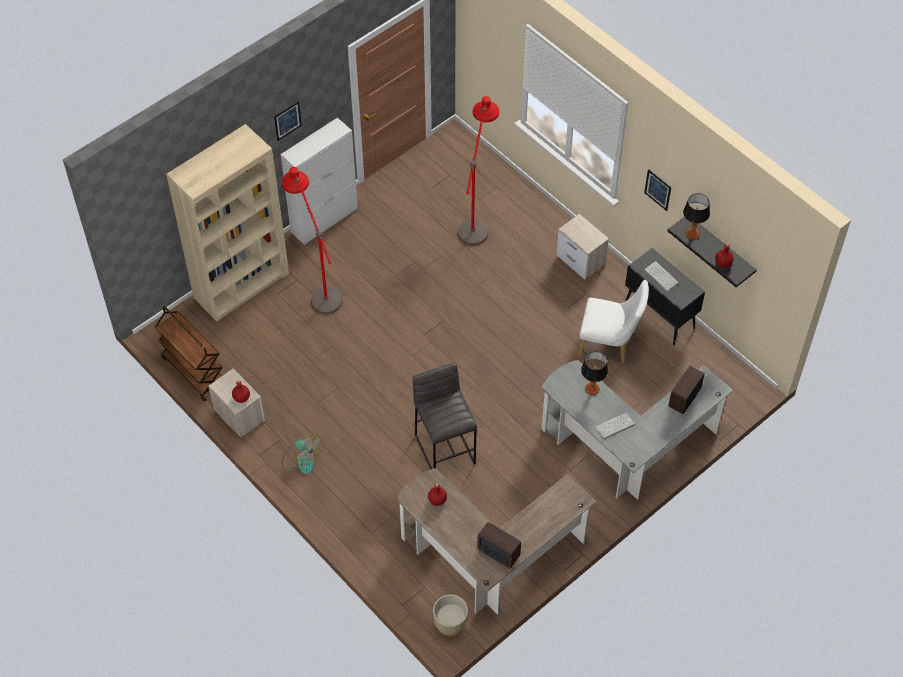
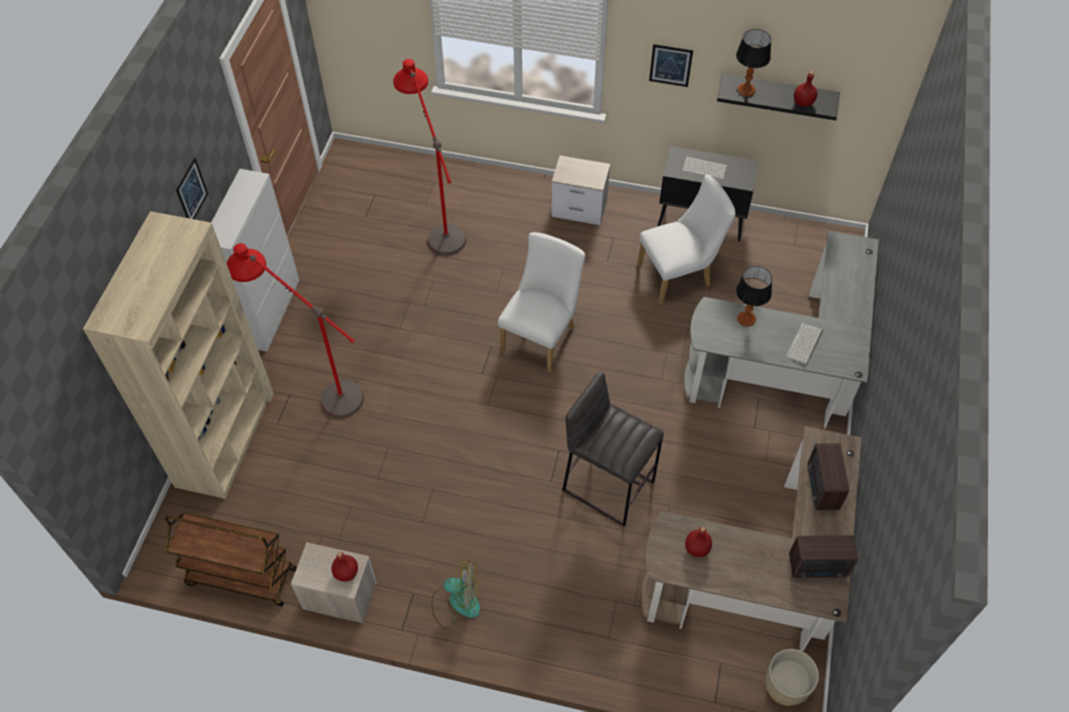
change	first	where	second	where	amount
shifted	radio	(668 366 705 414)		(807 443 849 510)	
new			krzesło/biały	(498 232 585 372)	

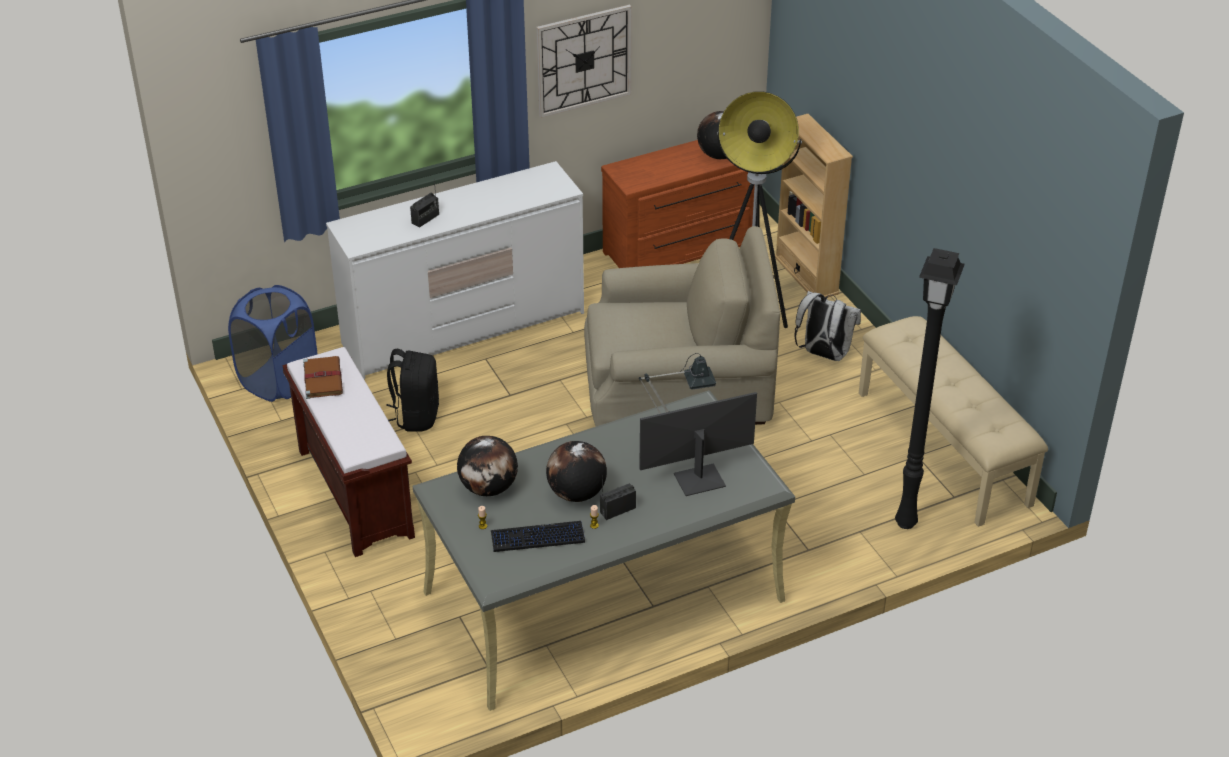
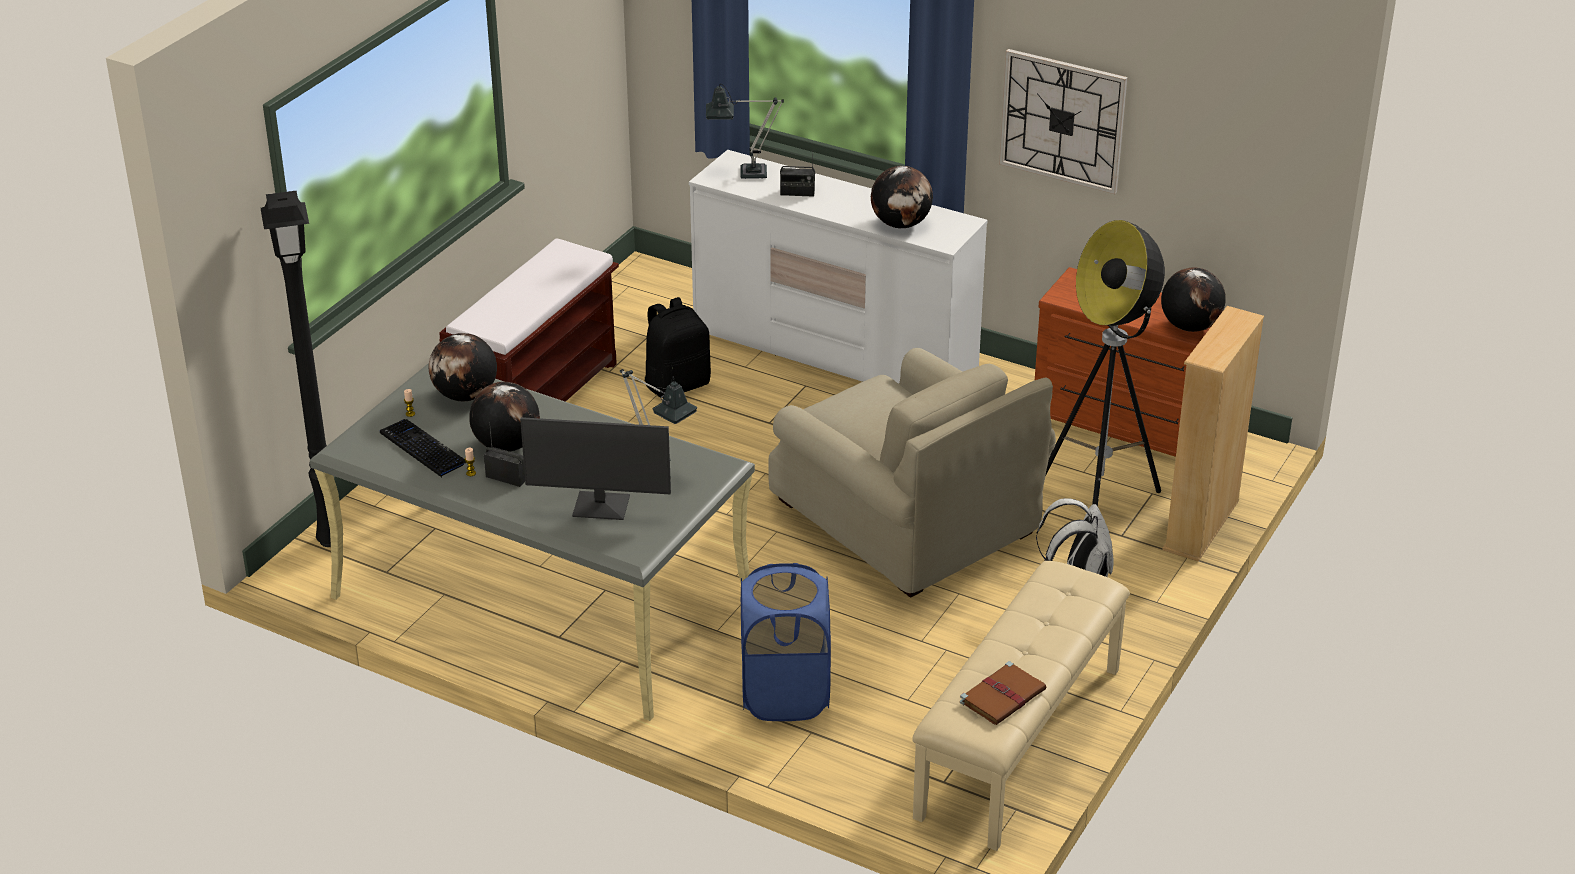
change	first	where	second	where	amount
shifted	kosz na pranie/niebieski	(228 285 317 402)		(741 563 831 721)	
shifted	książka/brązowy	(303 356 343 399)		(960 661 1047 725)	
rotated	monitor	(639 392 757 496)		(520 417 671 520)	150 degrees clockwise
shifted	lampa stojąca/czarny	(895 248 965 529)		(261 191 331 547)	
new			lampa stołowa	(706 84 784 179)	
new			globus	(871 166 933 228)	

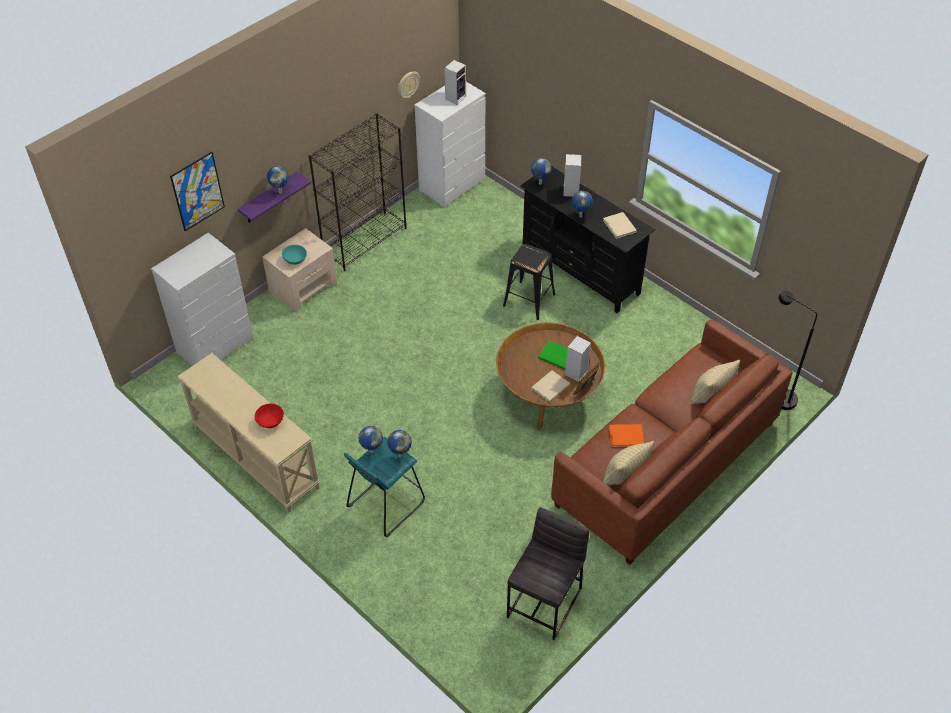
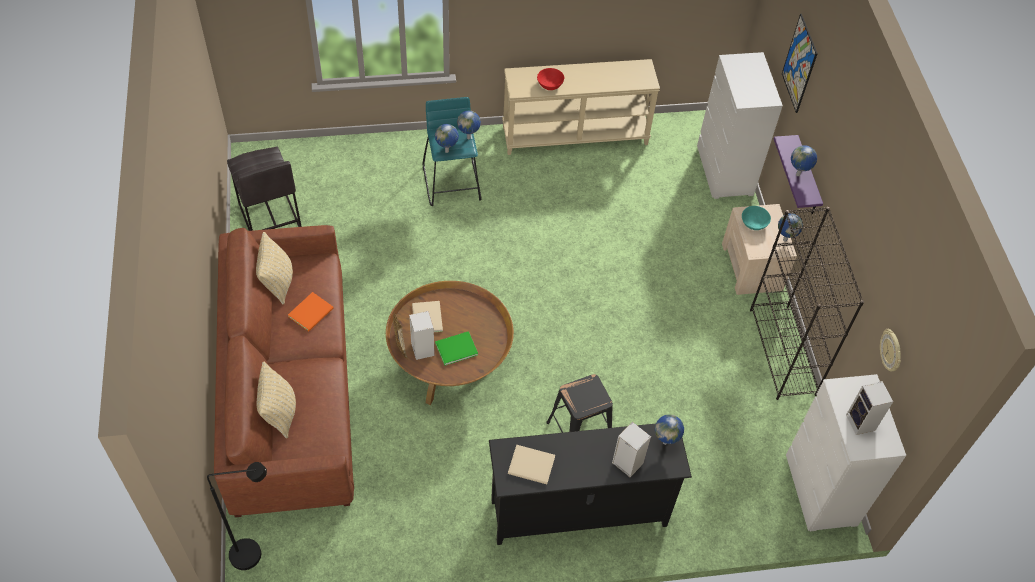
change	first	where	second	where	amount
shifted	globus	(572 191 593 218)		(778 213 803 242)	

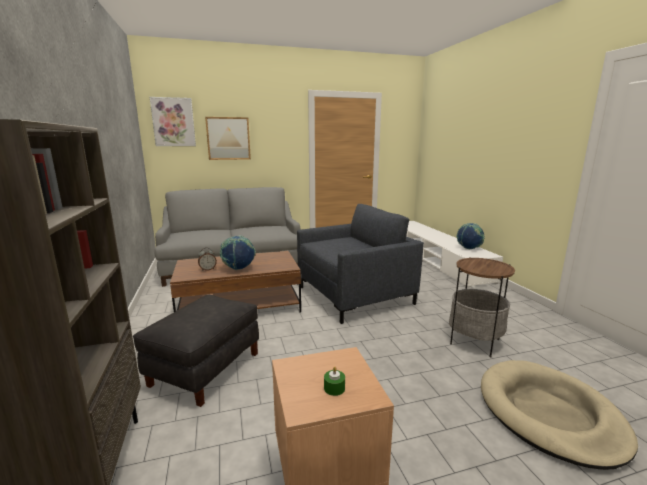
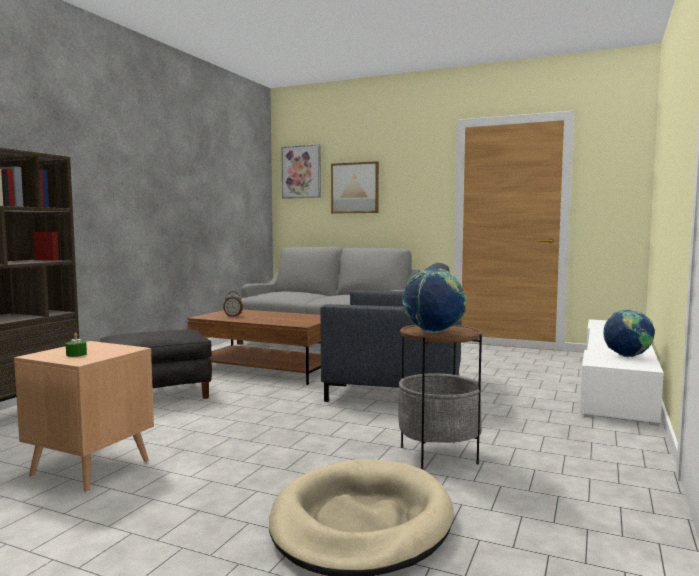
change	first	where	second	where	amount
shifted	globus	(220 235 256 270)		(402 269 467 333)	

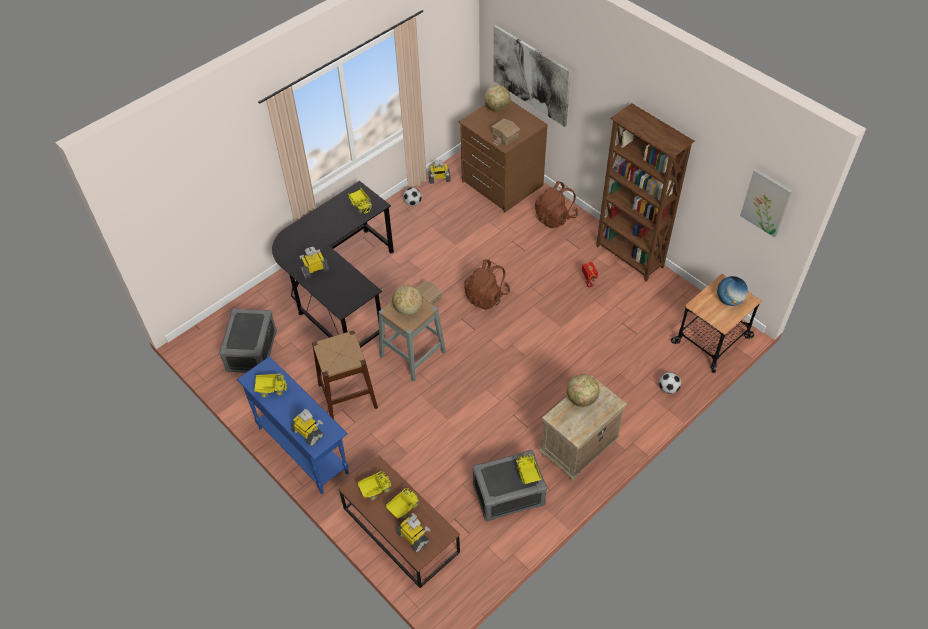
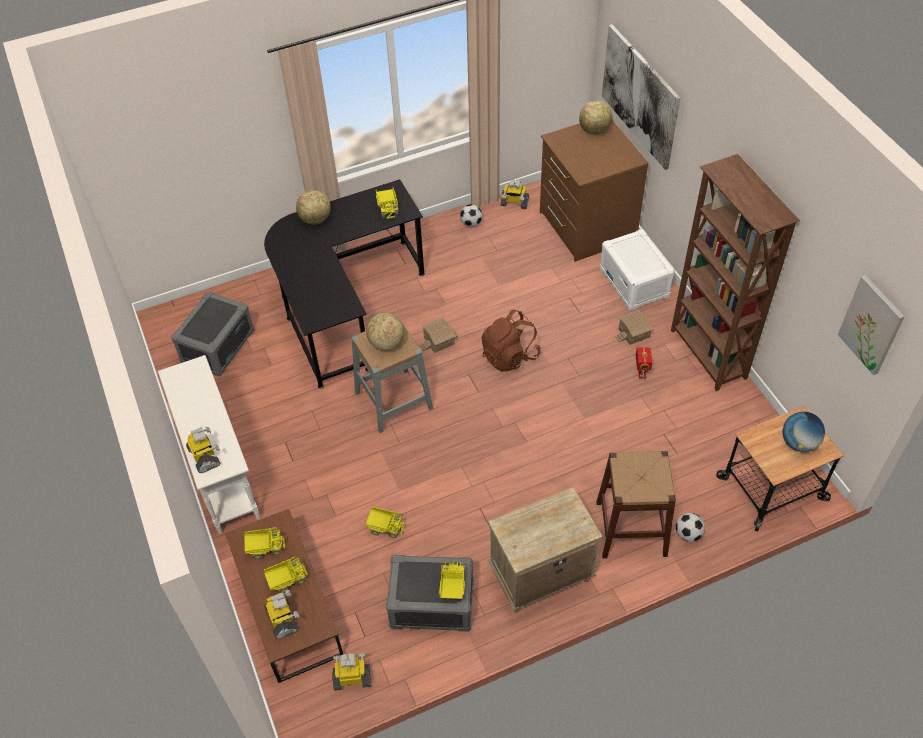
change	first	where	second	where	amount
repainted	stolik konsolowy/niebieski	(237 356 349 494)	stolik konsolowy/biały	(158 355 260 534)	
shifted	ciężarówka zabawkowa	(254 373 287 398)		(365 507 404 538)	
shifted	robot zabawkowy	(299 247 329 279)		(332 653 371 691)	
shifted	stołek/brązowy	(312 331 378 419)		(596 451 676 559)	
shifted	domek	(492 118 520 146)		(615 309 653 345)	
swapped	plecak/brązowy	(535 181 578 228)	pojemnik do przechowywania/biały	(600 229 675 310)	
shifted	globus	(567 374 599 407)		(296 190 331 225)	

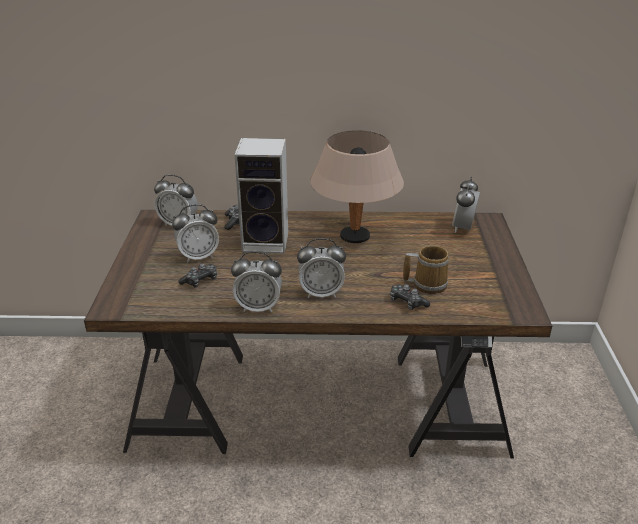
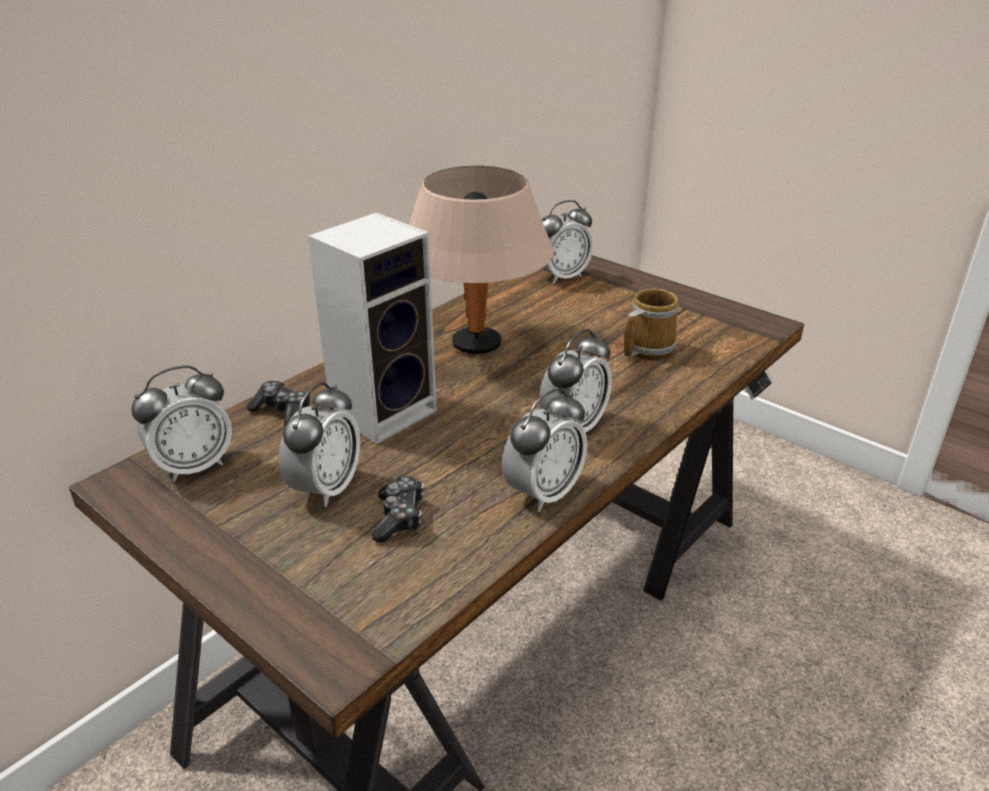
change	first	where	second	where	amount
gone	pad do gier	(390 284 430 310)			
rotated	budzik	(452 177 480 233)		(541 200 594 284)	90 degrees counterclockwise

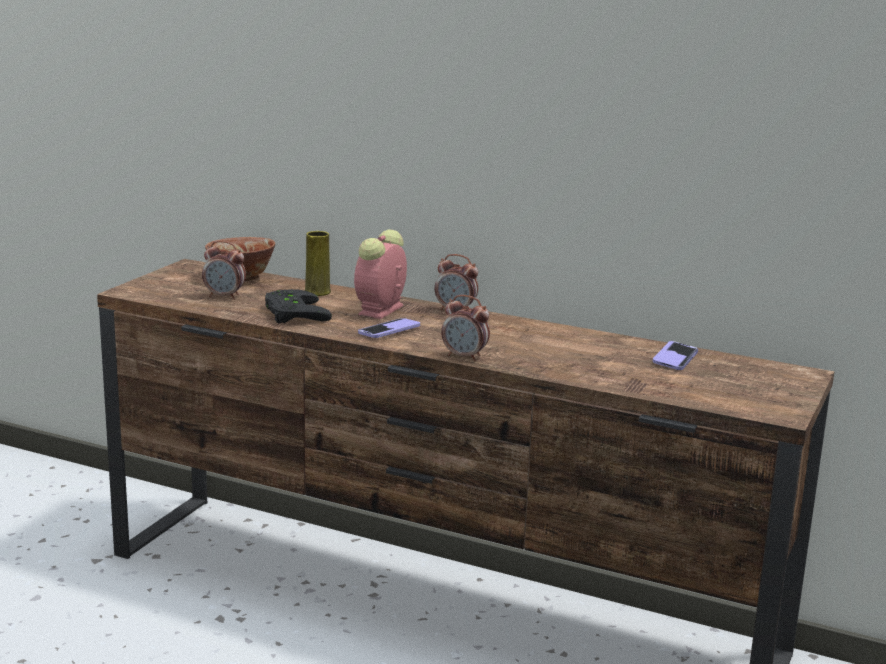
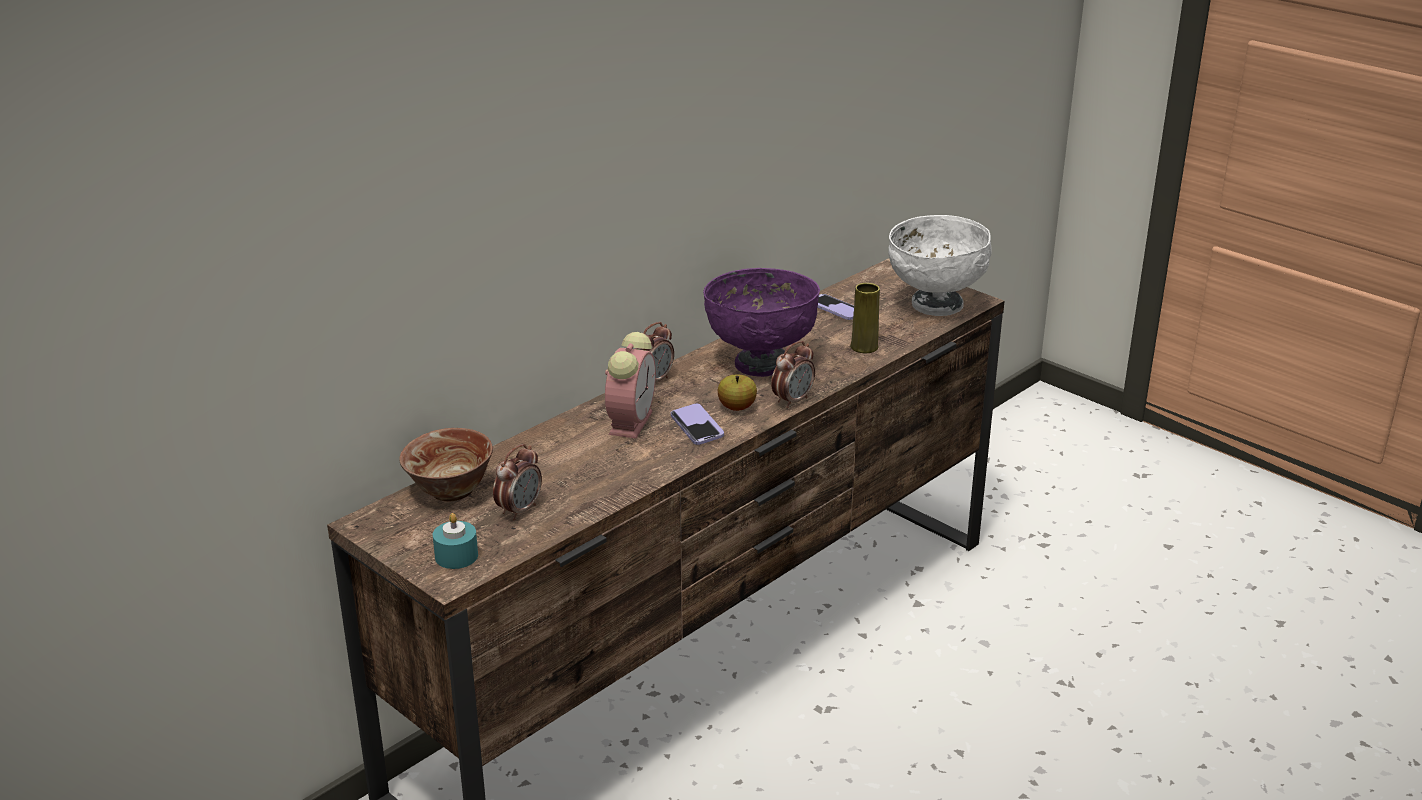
change	first	where	second	where	amount
gone	pad do gier/czarny	(265 289 332 324)			
shifted	wazon/żółty	(305 231 331 296)		(850 283 880 353)	
rotated	budzik	(354 230 407 319)		(605 332 656 438)	120 degrees counterclockwise
new			świeca/turkusowy	(433 513 478 569)	
new			miska/fioletowy	(703 268 820 377)	
new			jabłko	(718 375 757 411)	
new			miska/biały	(888 215 992 316)	

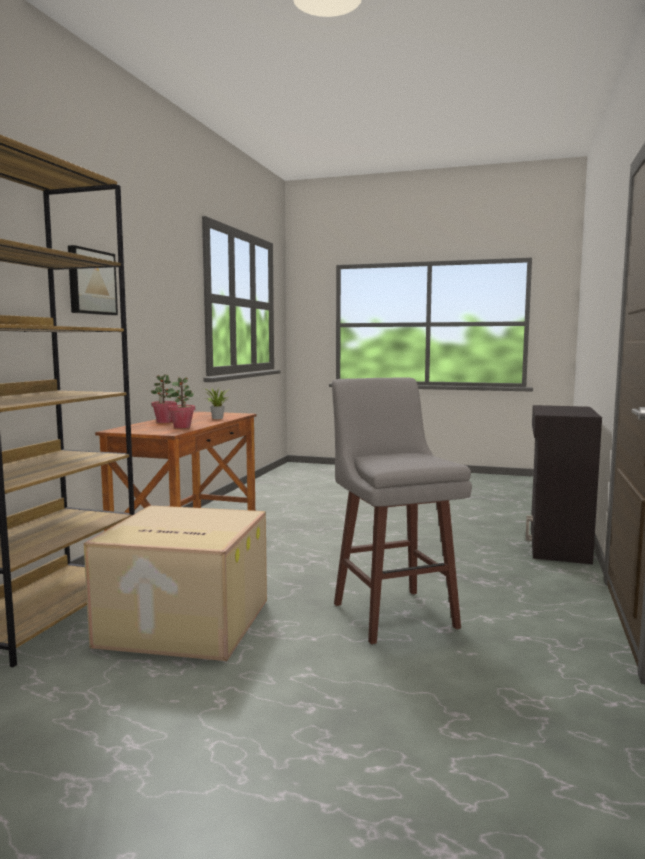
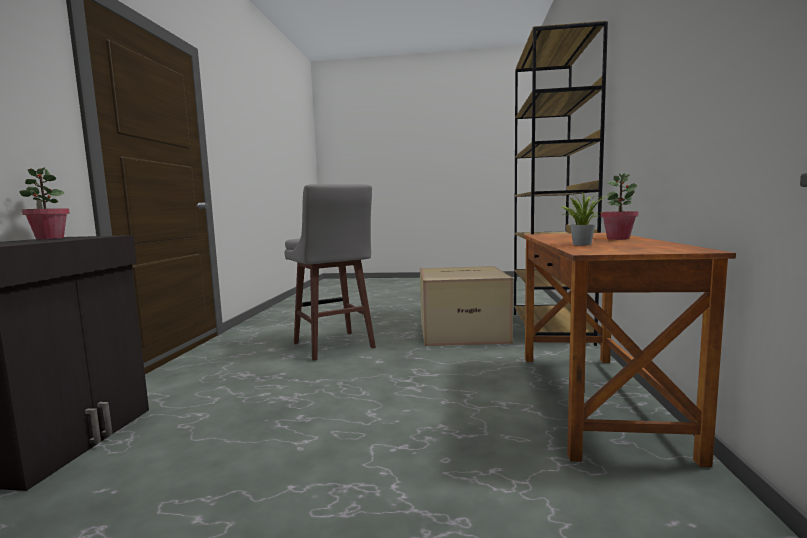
change	first	where	second	where	amount
gone	obraz	(68 245 118 315)			
shifted	roślina doniczkowa	(168 377 195 428)		(19 168 70 239)	

